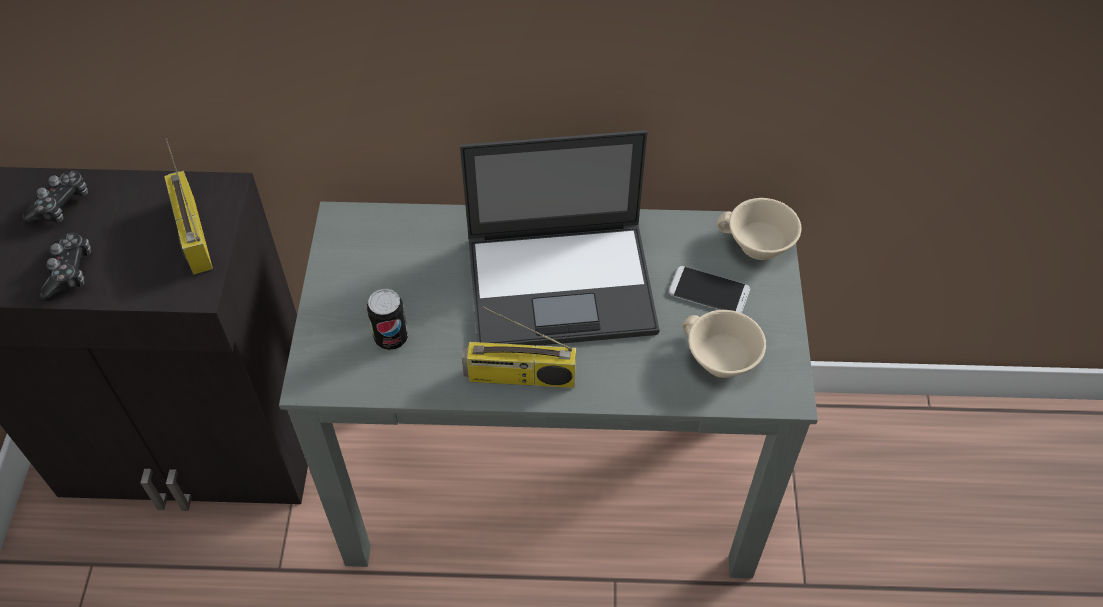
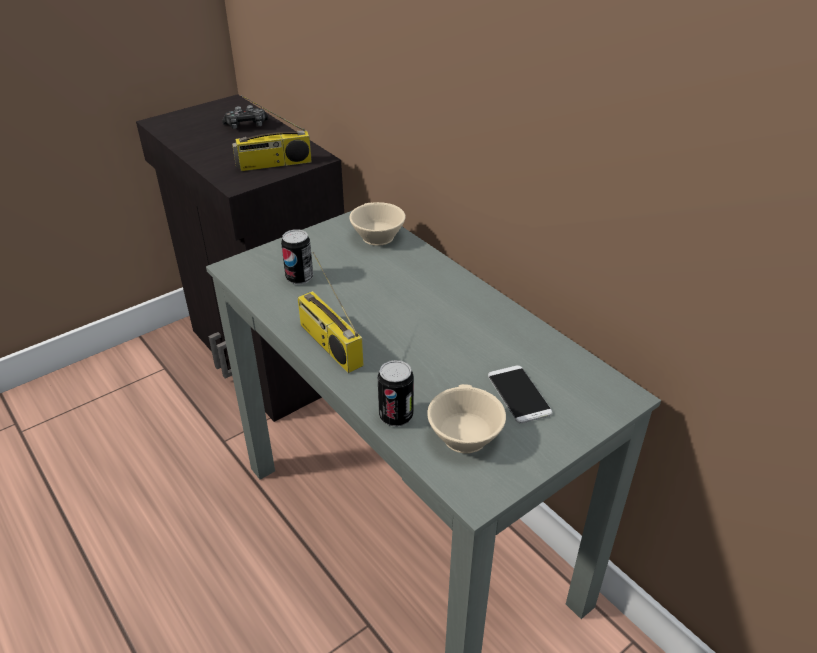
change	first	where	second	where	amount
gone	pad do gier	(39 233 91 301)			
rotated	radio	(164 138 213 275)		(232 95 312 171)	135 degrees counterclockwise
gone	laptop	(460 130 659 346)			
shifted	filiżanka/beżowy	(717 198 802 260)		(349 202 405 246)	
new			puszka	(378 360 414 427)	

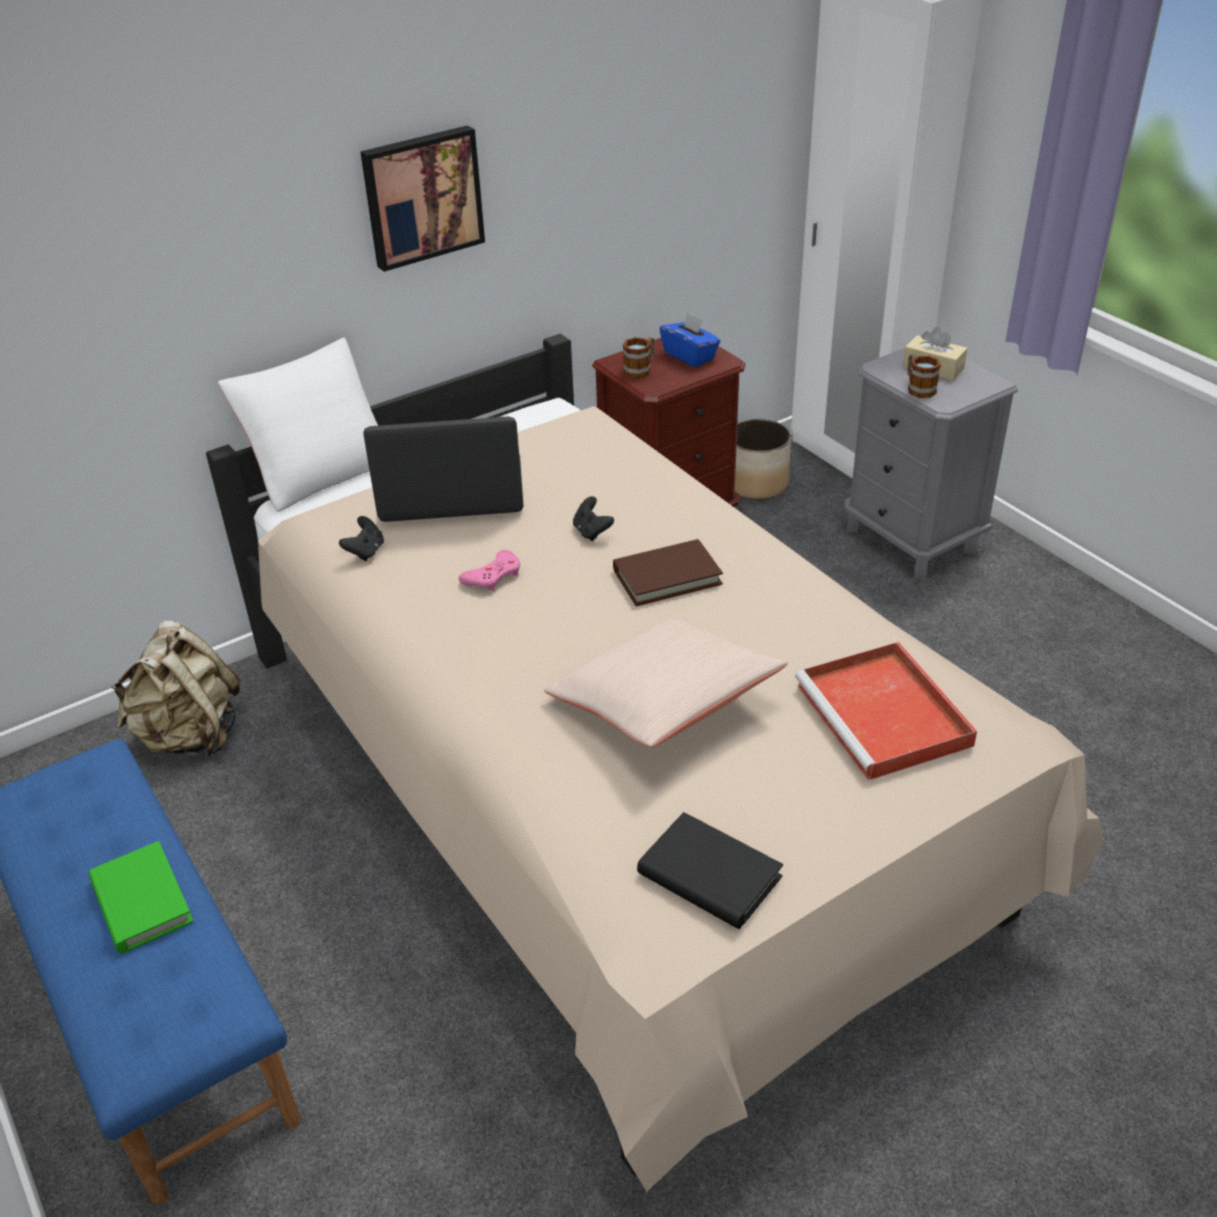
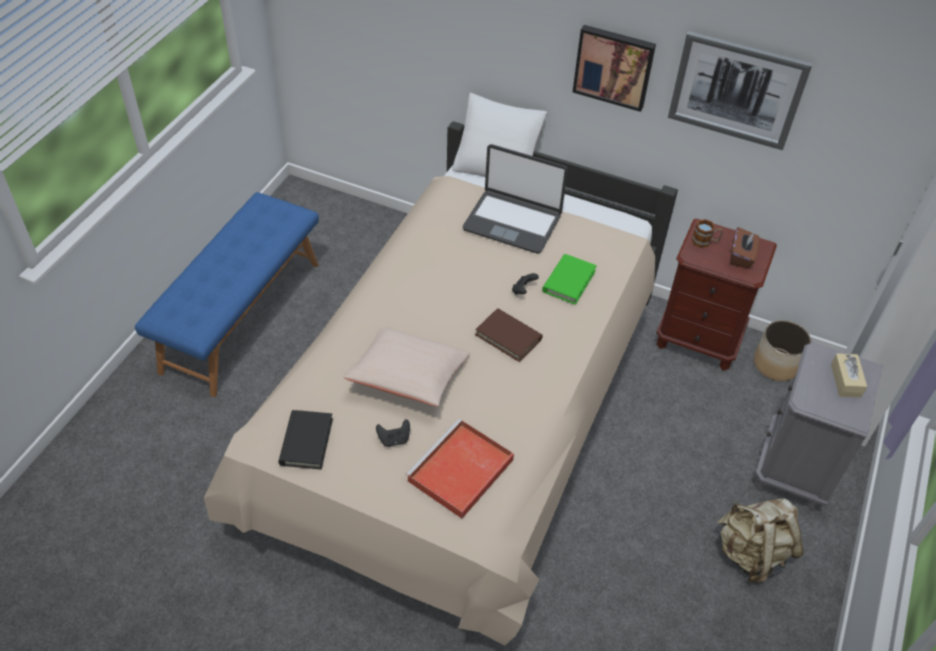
change	first	where	second	where	amount
shifted	książka/zielony	(89 841 194 954)		(542 254 597 305)	
shifted	plecak/beżowy	(111 620 240 758)		(718 498 803 583)	
shifted	pad do gier/czarny	(339 516 384 561)		(376 419 410 447)	
rotated	laptop	(363 416 524 522)		(463 144 568 254)	150 degrees clockwise
gone	pad do gier/różowy	(459 550 520 591)			
repainted	pudełko chusteczek/niebieski	(660 311 721 367)	pudełko chusteczek/brązowy	(730 227 760 268)	
gone	kubek	(907 354 941 398)			
new			obraz	(668 31 813 150)	

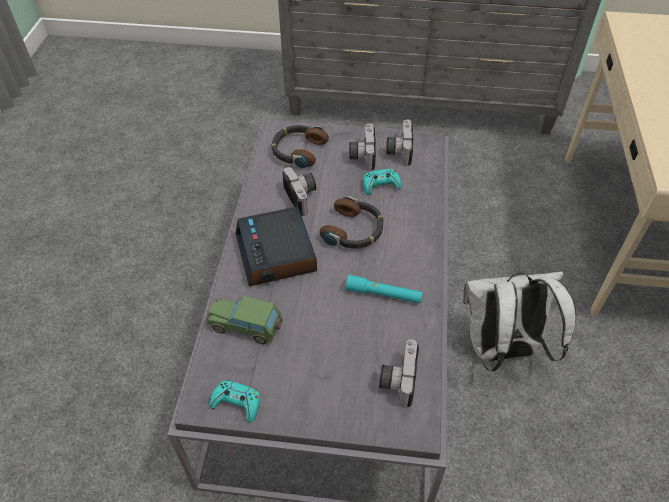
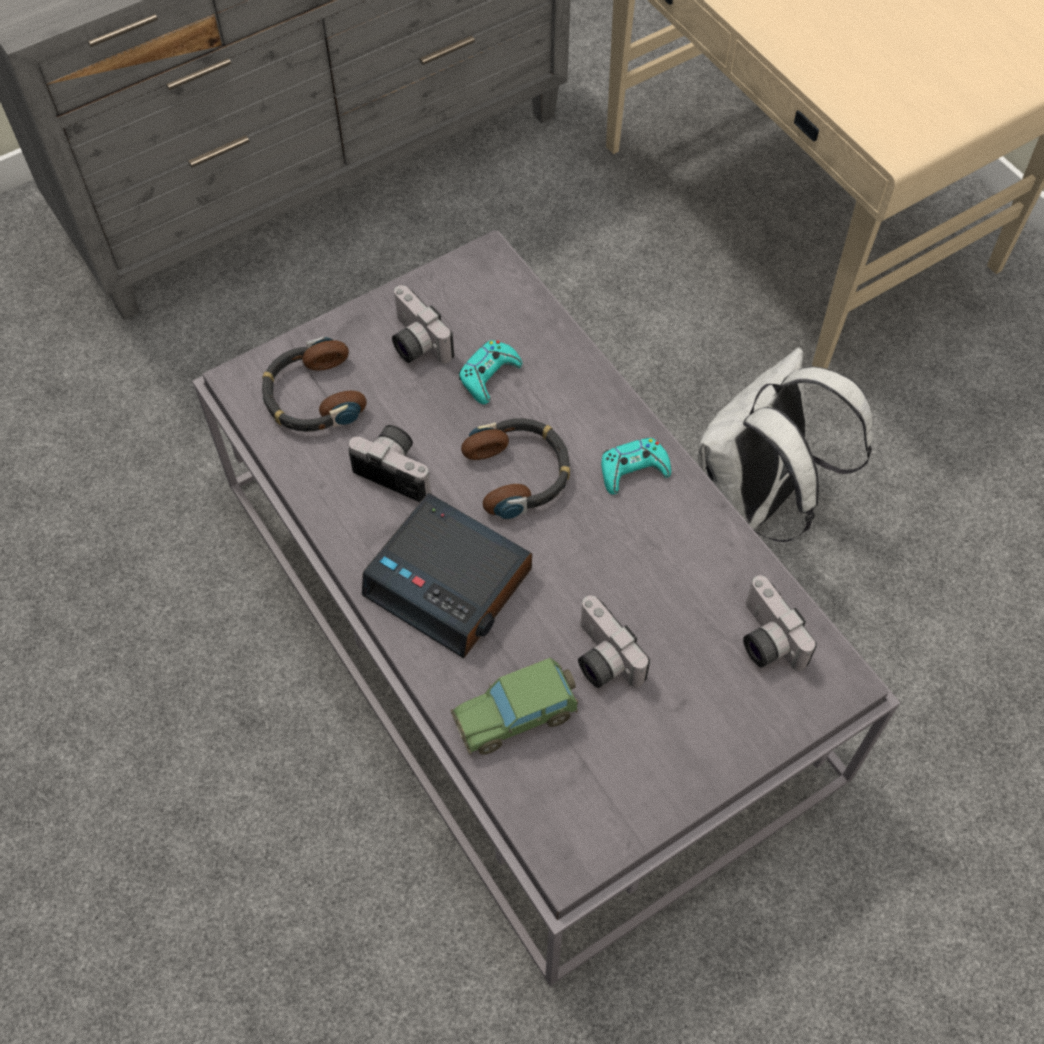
change	first	where	second	where	amount
shifted	pad do gier/turkusowy	(209 380 260 422)		(601 438 671 495)	
gone	latarka/turkusowy	(346 275 423 303)			
shifted	aparat fotograficzny	(386 120 413 166)		(578 595 650 688)	

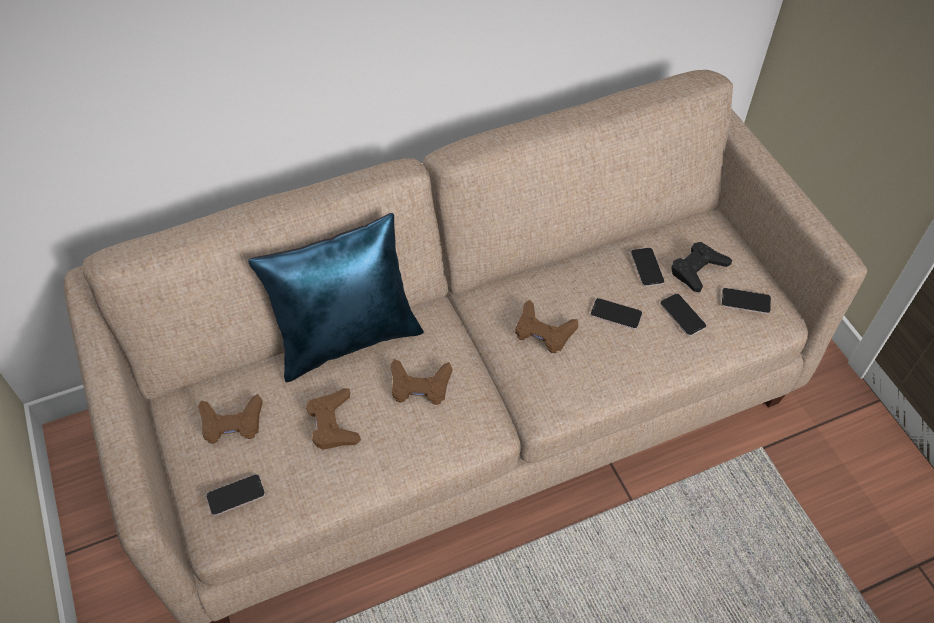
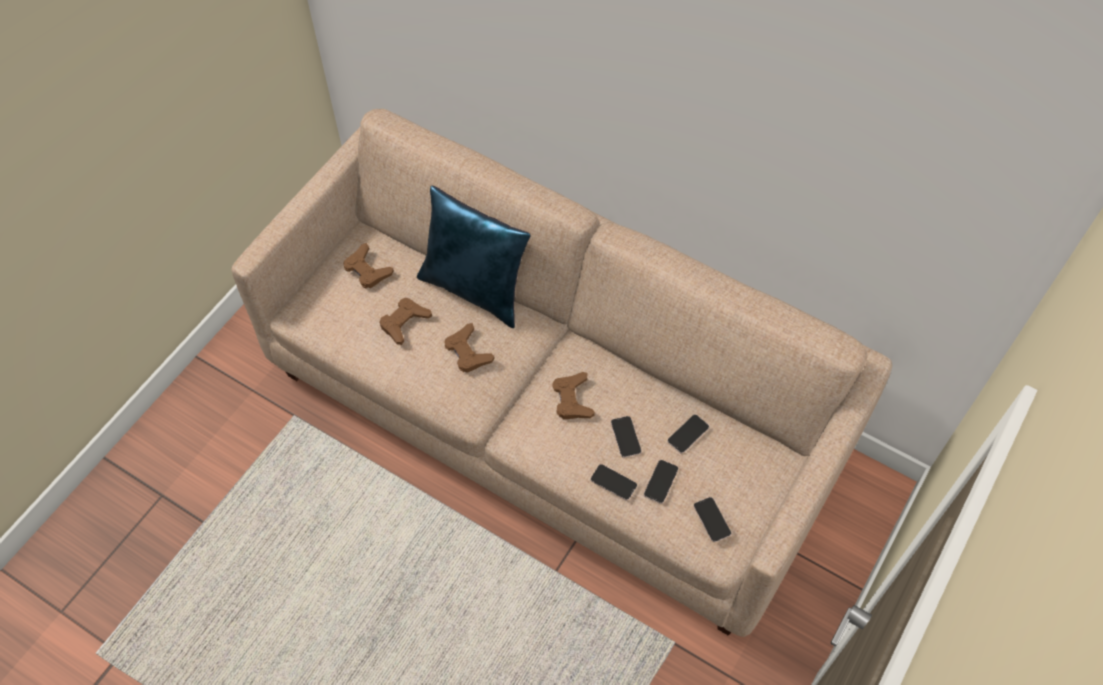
change	first	where	second	where	amount
shifted	telefon	(206 474 265 516)		(590 464 637 500)	
gone	pad do gier/czarny	(671 242 732 293)			

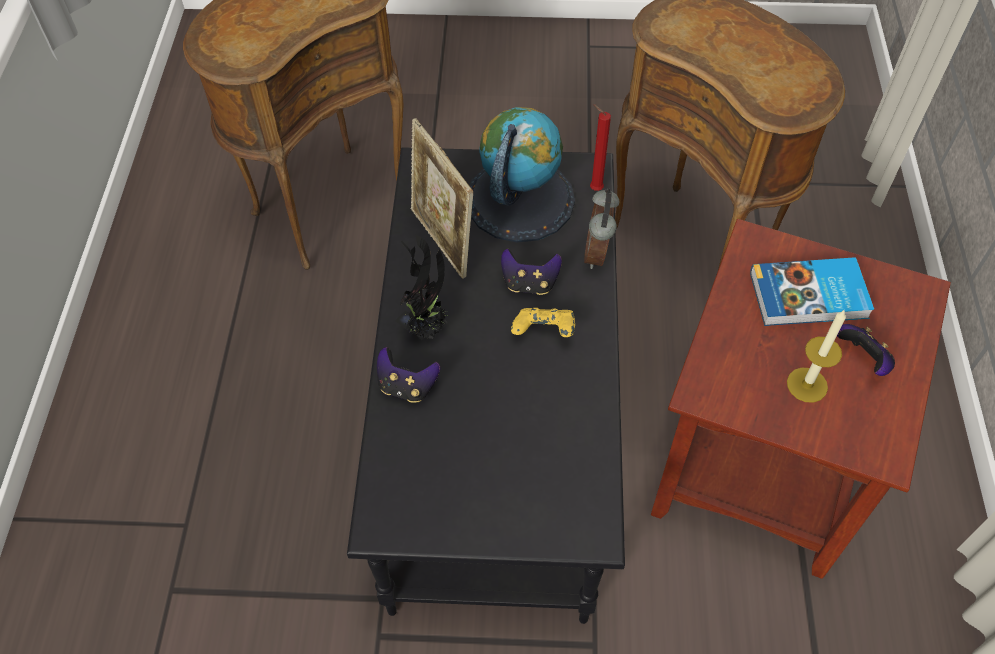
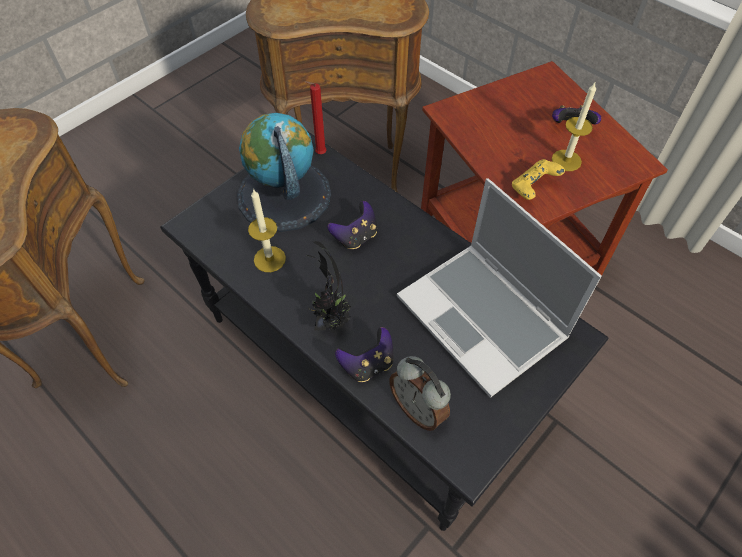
change	first	where	second	where	amount
swapped	ramka na zdjęcie	(411 118 473 279)	świeca	(248 189 286 272)	
shifted	pad do gier/żółty	(511 308 575 337)		(512 159 565 200)	
shifted	budzik	(584 188 619 269)		(389 356 451 431)	
gone	książka	(750 257 874 326)			
new			laptop	(397 178 602 398)	

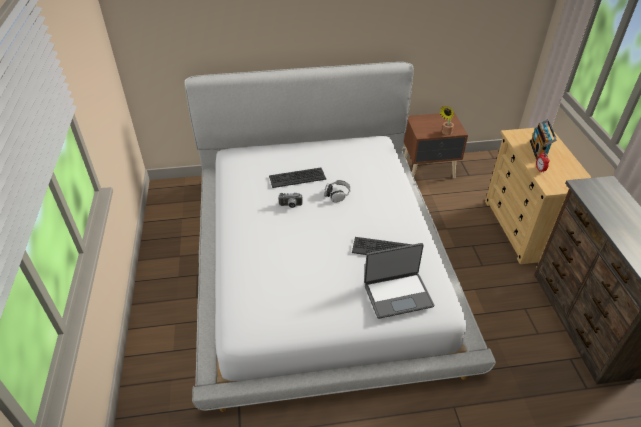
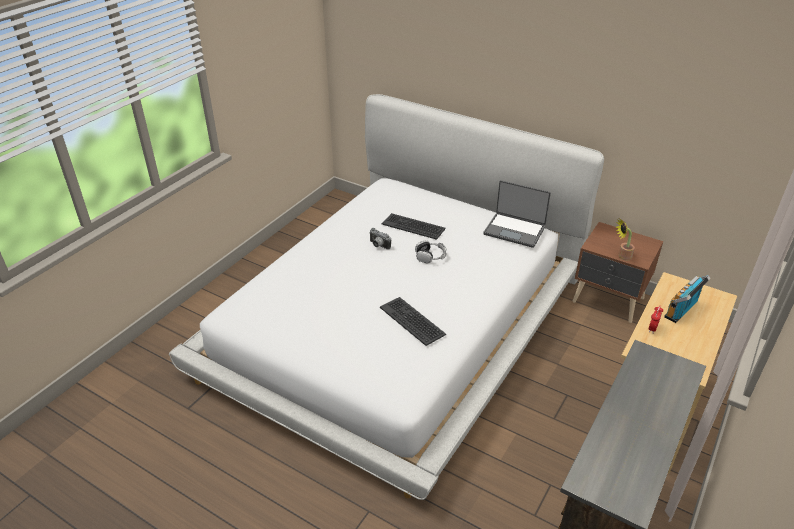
change	first	where	second	where	amount
shifted	laptop	(364 243 434 319)		(483 180 551 248)	

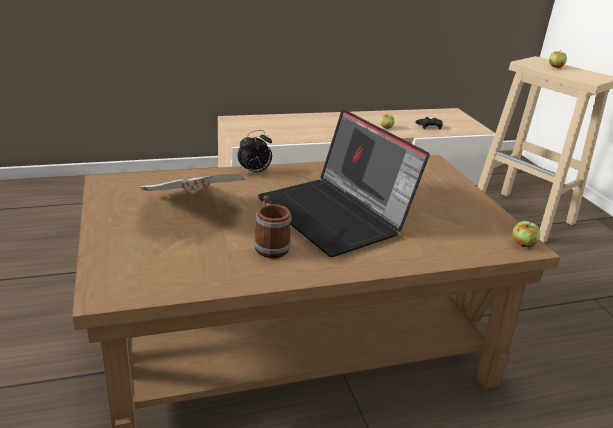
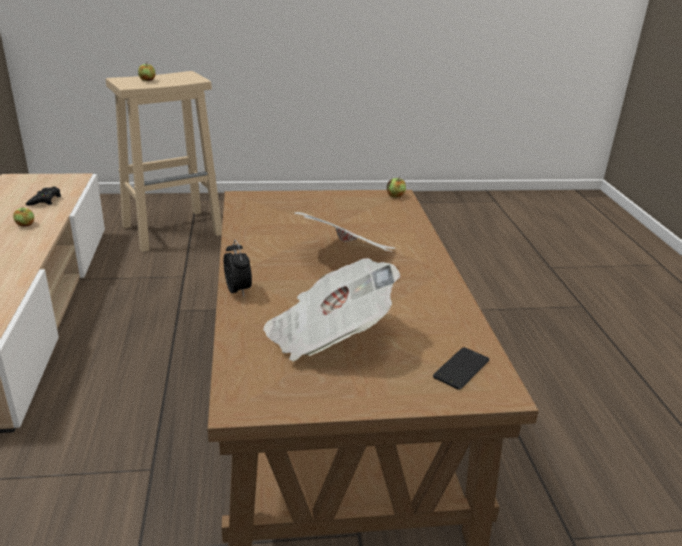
change	first	where	second	where	amount
gone	kubek	(254 195 292 258)			
swapped	laptop	(258 109 430 257)	gazeta	(295 212 395 252)	
new			telefon	(433 347 489 390)	

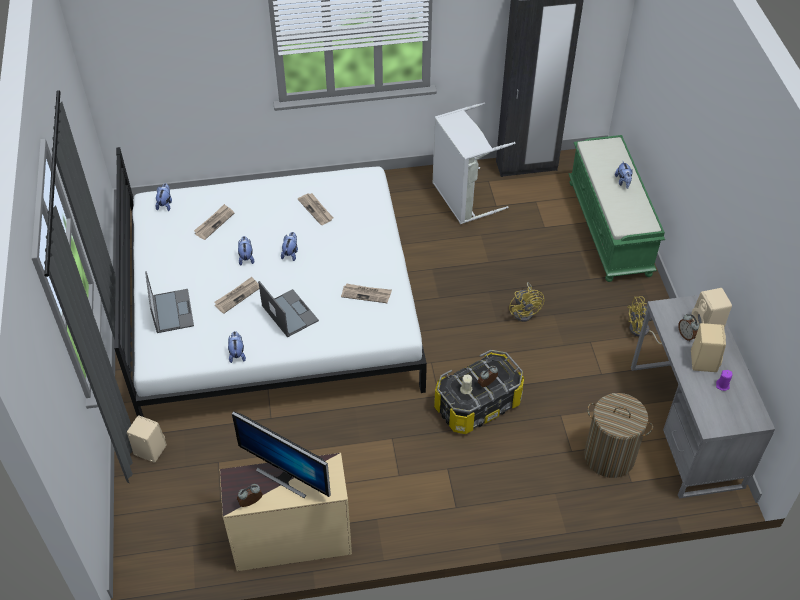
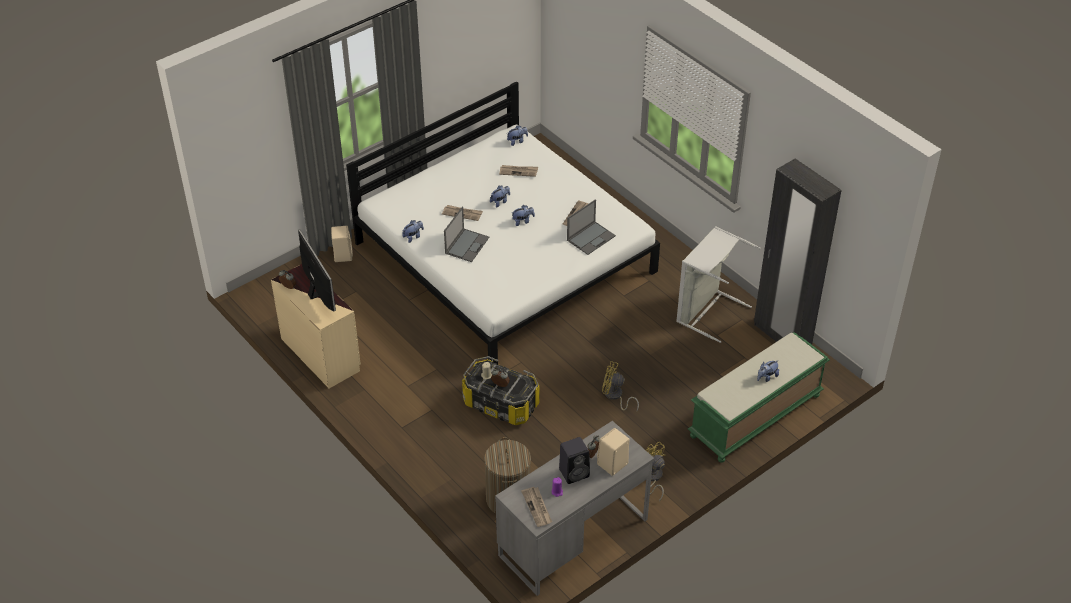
change	first	where	second	where	amount
shifted	laptop	(145 271 194 333)		(567 199 616 255)	
rotated	monitor	(232 411 331 498)		(298 230 336 311)	150 degrees clockwise
shifted	gazeta	(341 283 392 303)		(521 487 552 527)	
rotated	wentylator/żółty	(509 282 544 322)		(602 361 639 412)	60 degrees clockwise
repainted	głośnik/beżowy	(691 323 726 372)	głośnik/czarny	(559 437 590 484)	

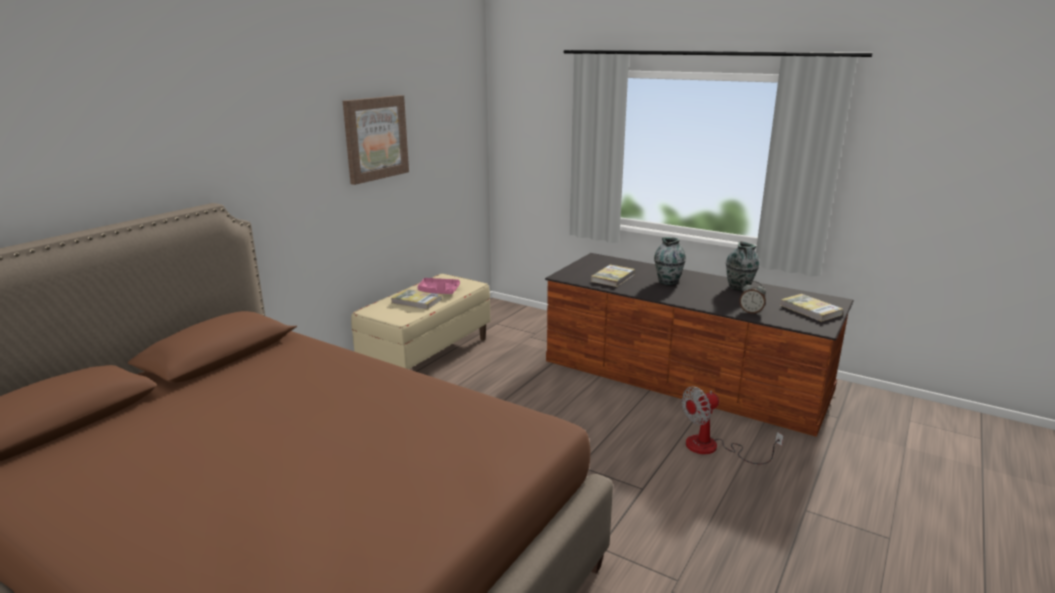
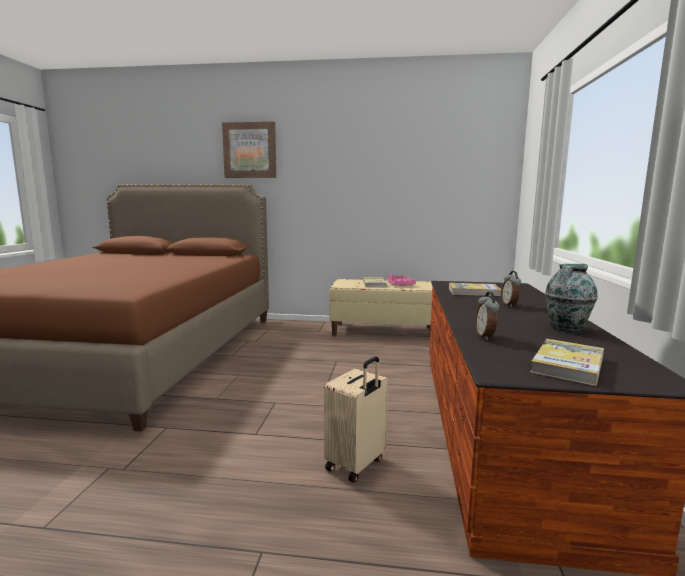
change	first	where	second	where	amount
shifted	obraz	(343 95 409 185)		(222 122 276 178)	
swapped	wazon	(654 237 686 285)	budzik	(501 271 521 307)	
swapped	wentylator	(681 386 784 464)	walizka/beżowy	(324 357 388 483)	

